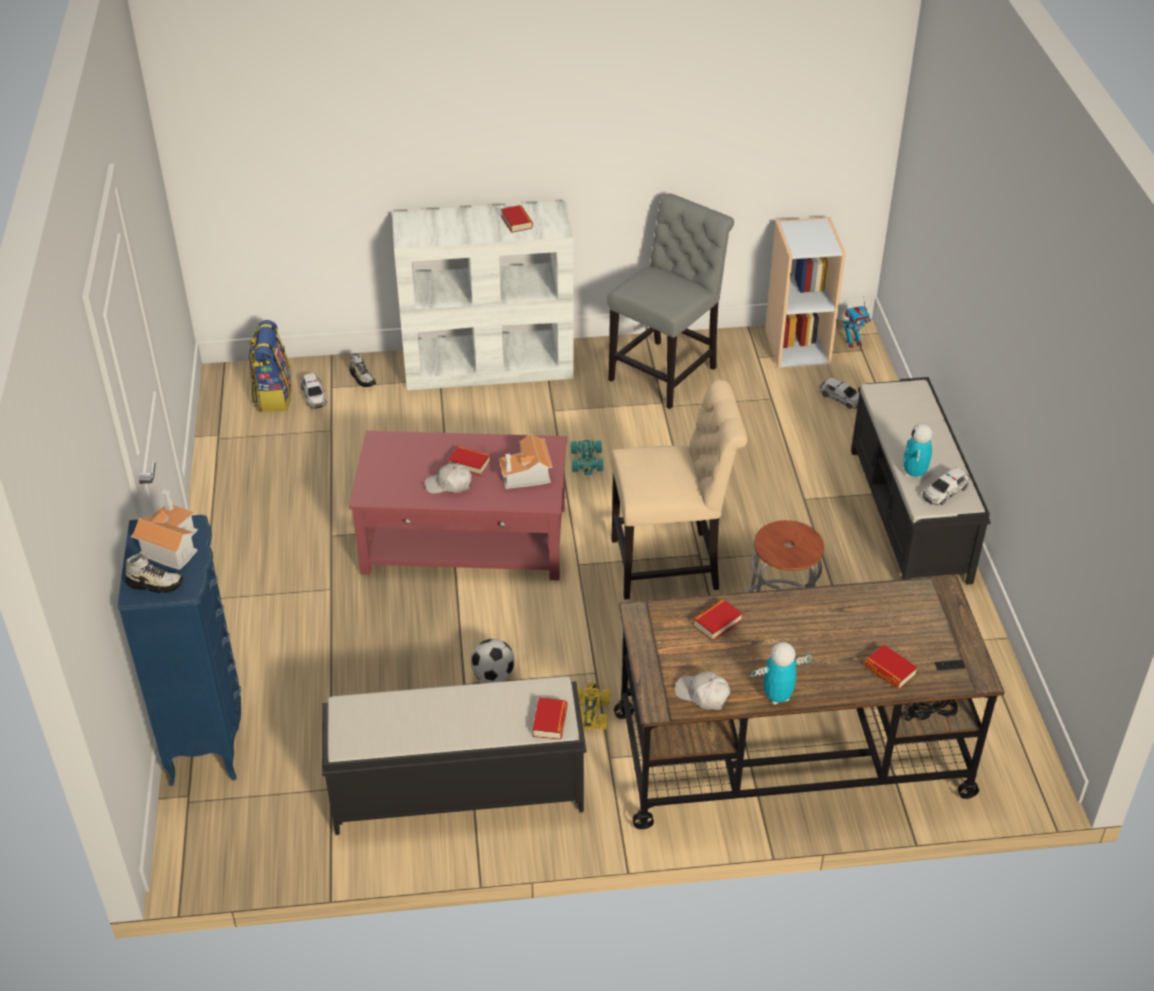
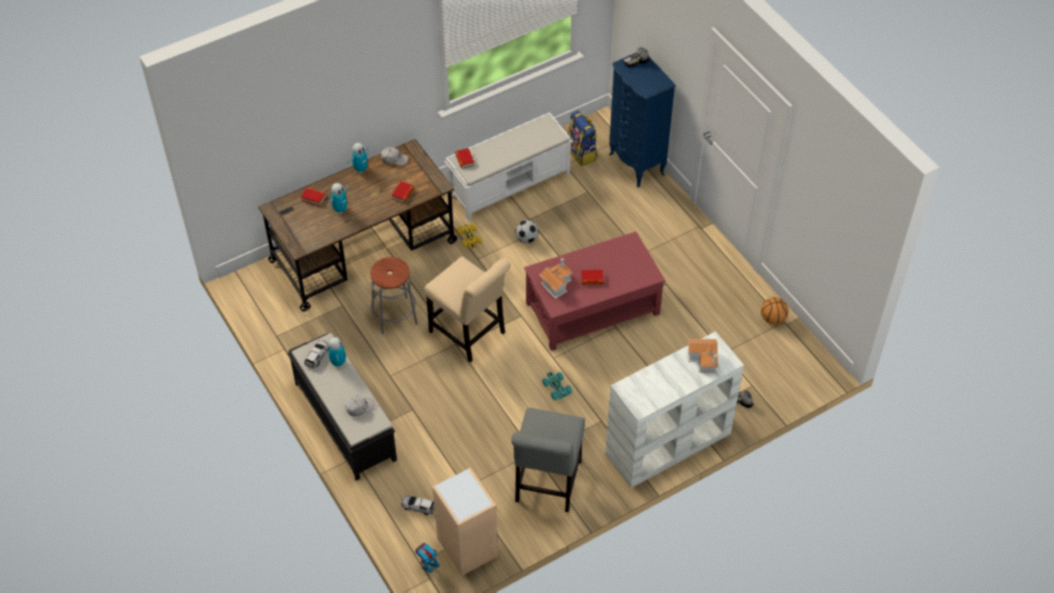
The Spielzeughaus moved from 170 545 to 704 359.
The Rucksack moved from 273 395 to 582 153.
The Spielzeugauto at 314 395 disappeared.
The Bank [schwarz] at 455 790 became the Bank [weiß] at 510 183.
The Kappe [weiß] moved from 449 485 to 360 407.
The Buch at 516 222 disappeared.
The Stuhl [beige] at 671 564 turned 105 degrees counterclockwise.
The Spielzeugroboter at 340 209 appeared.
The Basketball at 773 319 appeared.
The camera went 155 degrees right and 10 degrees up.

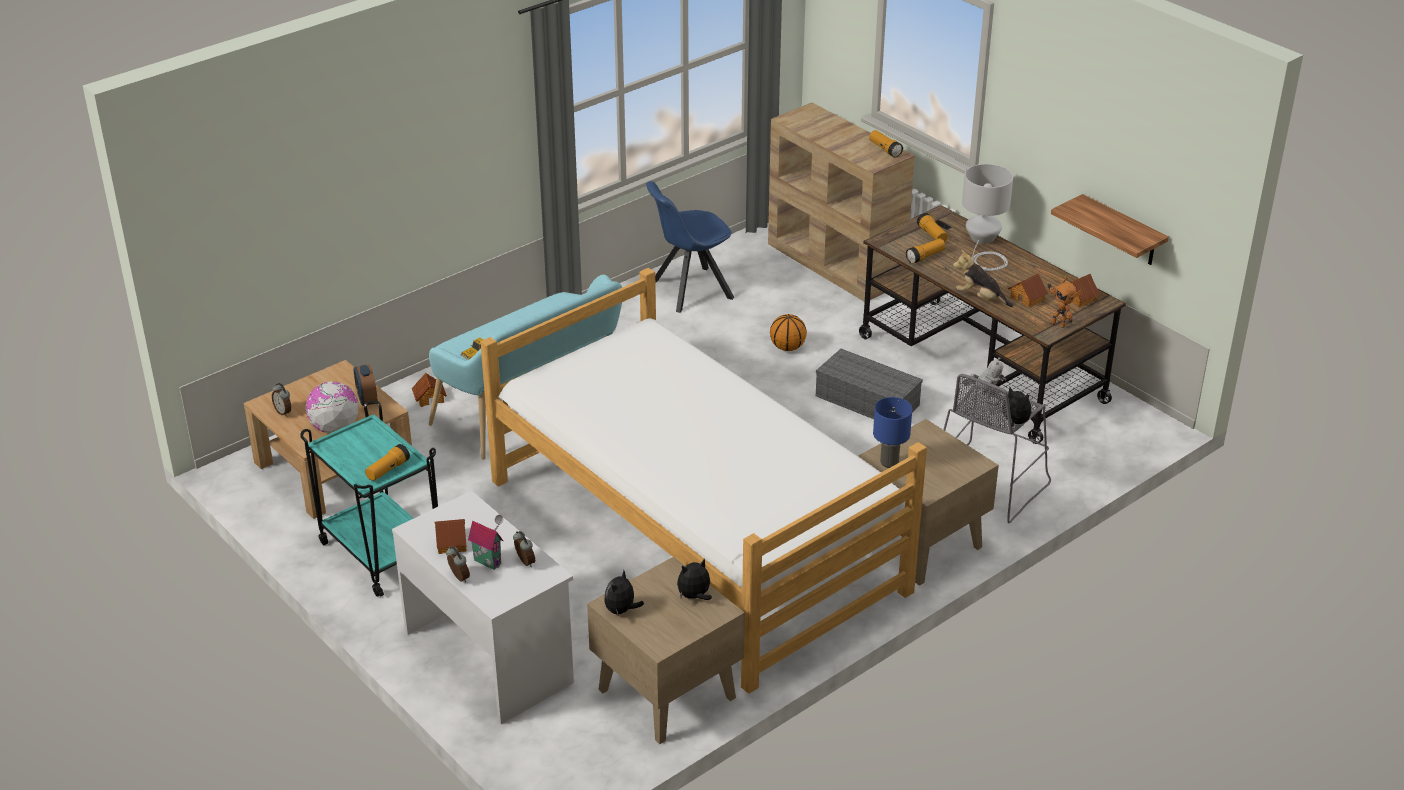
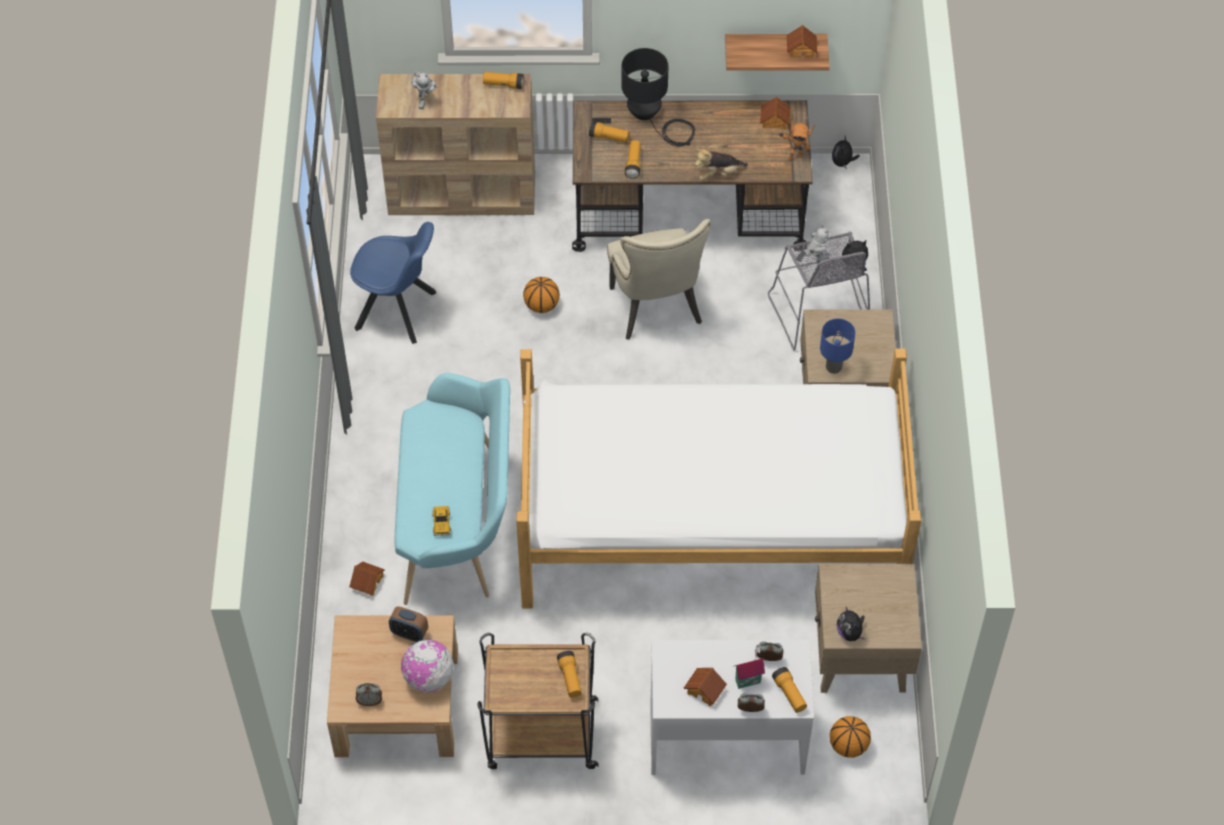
The Rollwagen [türkis] at 381 551 became the Rollwagen [braun] at 540 734.
The Stuhl [blau] at 690 290 turned 90 degrees counterclockwise.
The Plüschtier moved from 694 596 to 842 163.
The Aufbewahrungsbox [grau] at 865 400 was replaced by the Stuhl [beige] at 655 308.
The Tischlampe [weiß] at 984 247 became the Tischlampe [schwarz] at 657 120.
The Spielzeughaus moved from 1027 298 to 801 49.
The Spielzeugroboter at 425 99 appeared.
The Taschenlampe at 789 694 appeared.
The Basketball at 848 746 appeared.
The camera went 50 degrees left and 20 degrees up.

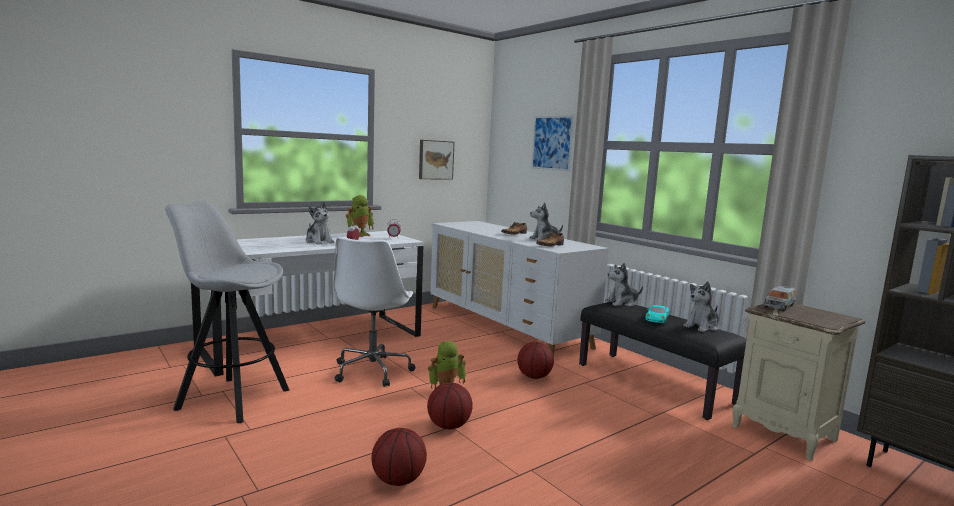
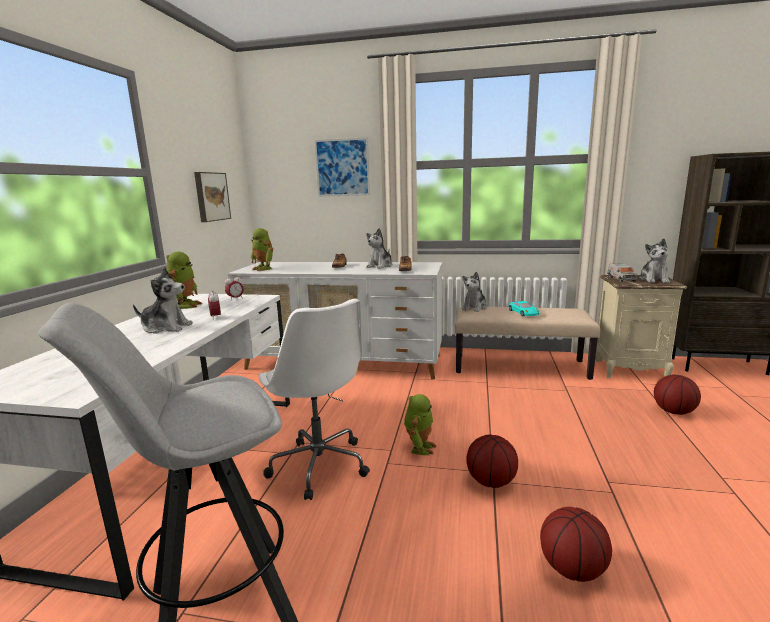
The Basketball moved from 534 377 to 673 411.
The Bank [schwarz] at 654 383 became the Bank [beige] at 520 366.
The Plüschtier moved from 702 327 to 653 280.
The Spielzeugroboter at 264 268 appeared.
The camera went 40 degrees left and 5 degrees up.

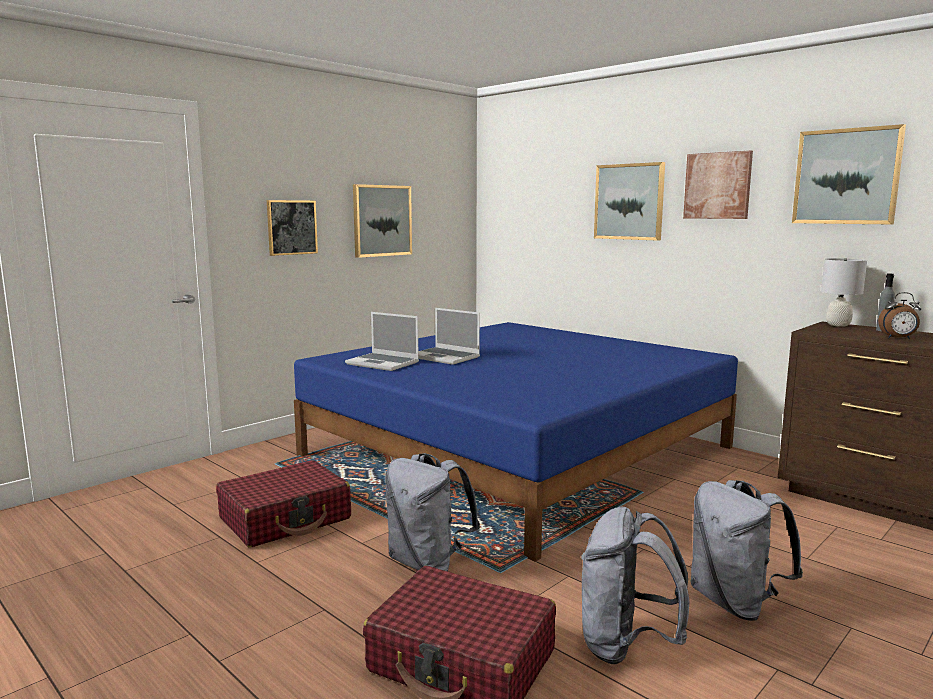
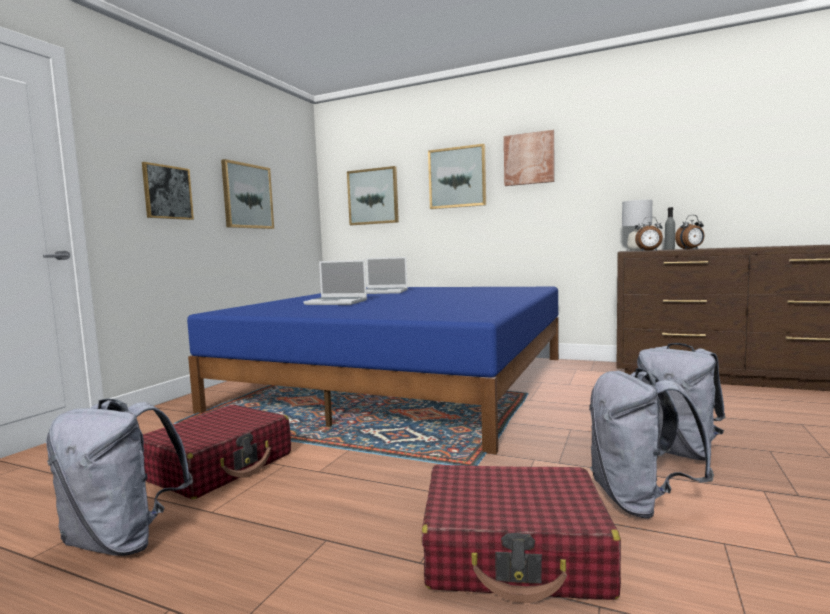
The Laptop moved from 383 363 to 384 292.
The Rucksack [grau] moved from 428 563 to 124 540.
The Bild moved from 846 176 to 373 196.
The Wecker at 649 250 appeared.
The camera went 20 degrees left and 5 degrees down.

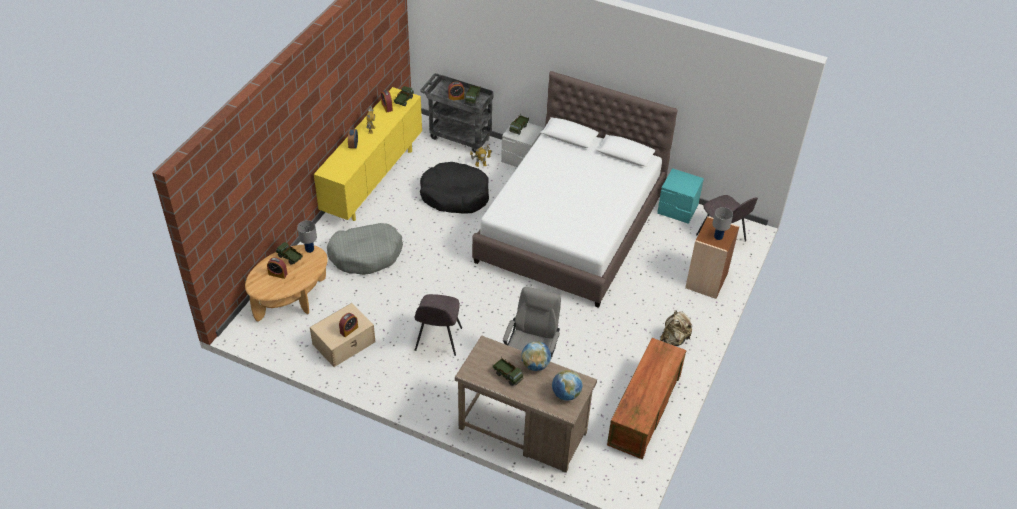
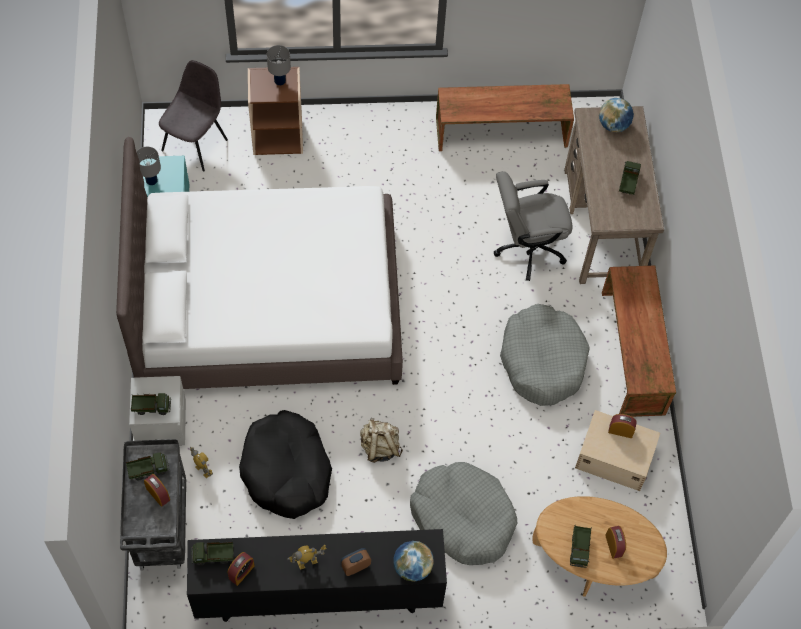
The Tischlampe [grau] moved from 309 249 to 151 181.
The Schrank [gelb] at 372 180 became the Schrank [schwarz] at 318 596.
The Stuhl [grau] at 438 340 was replaced by the Hundebett [grau] at 542 360.
The Globus moved from 535 365 to 412 567.
The Rucksack [beige] moved from 674 339 to 380 447.
The Bank [braun] at 634 353 appeared.
The camera went 120 degrees left and 15 degrees up.

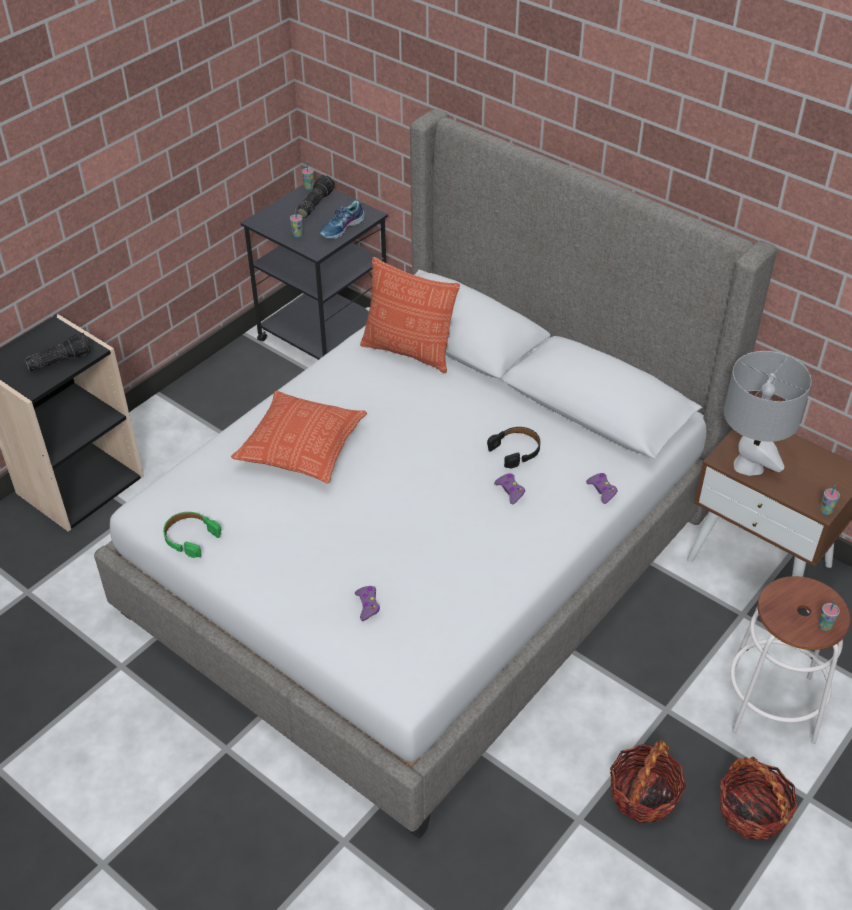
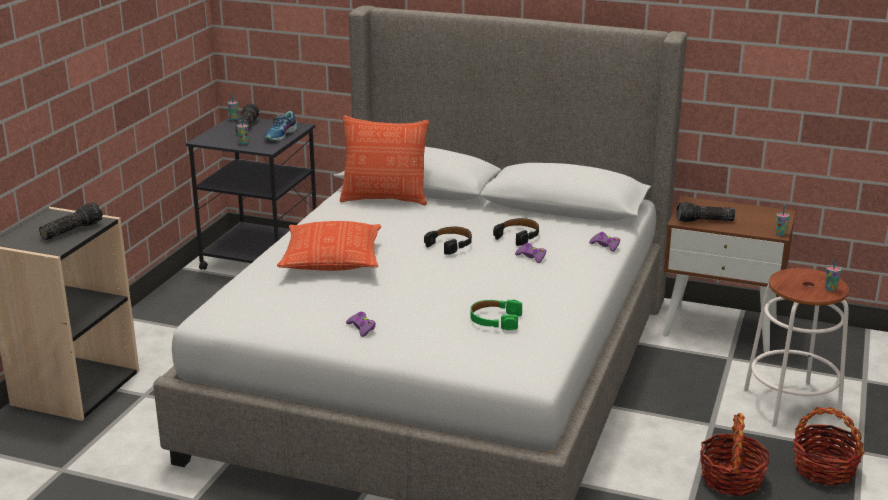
The Kopfhörer [grün] moved from 190 537 to 495 320.
The Gamepad [lila] moved from 367 605 to 361 328.
The Tischlampe [grau] at 748 466 was replaced by the Taschenlampe at 704 221.
The Kopfhörer [schwarz] at 450 245 appeared.
The camera went 20 degrees left and 20 degrees down.

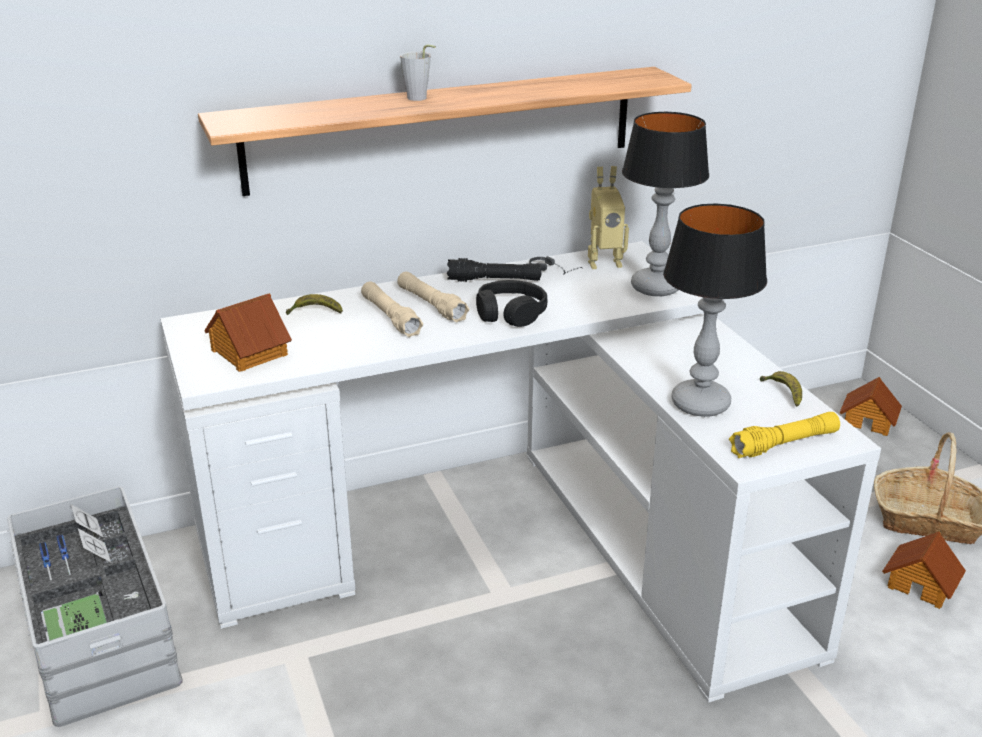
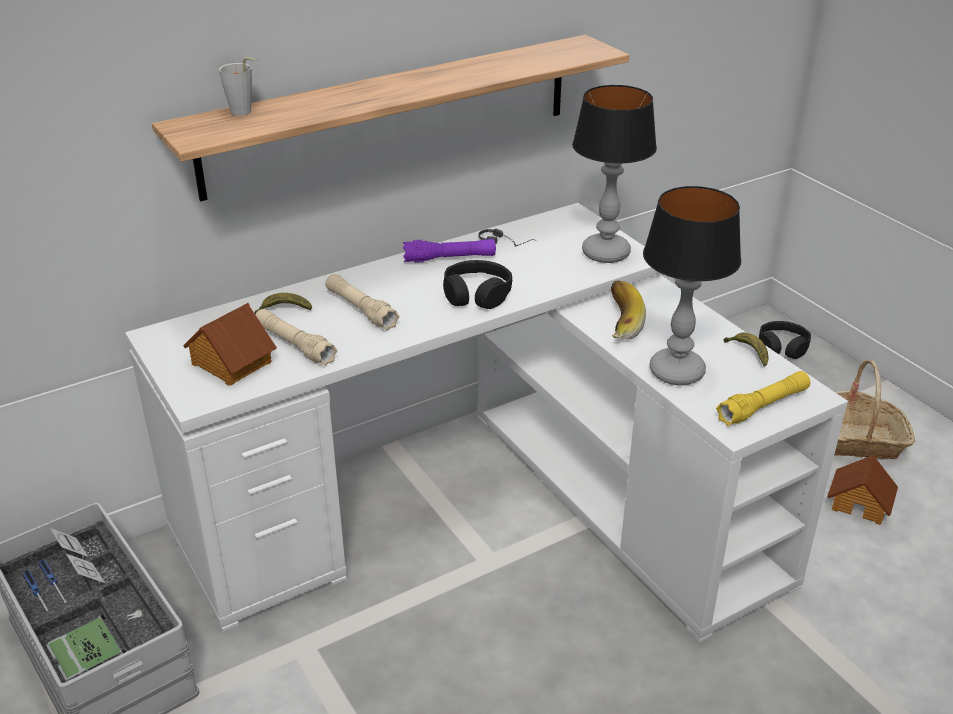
The Taschenlampe [beige] moved from 431 305 to 294 345.
The Tasse [grau] moved from 419 99 to 244 113.
The Taschenlampe [schwarz] at 494 280 became the Taschenlampe [lila] at 449 258.
The Spielzeugroboter at 603 262 disappeared.
The Spielzeughaus at 869 421 was replaced by the Kopfhörer [schwarz] at 782 346.
The Banane at 617 322 appeared.
The camera went 10 degrees left and 5 degrees up.

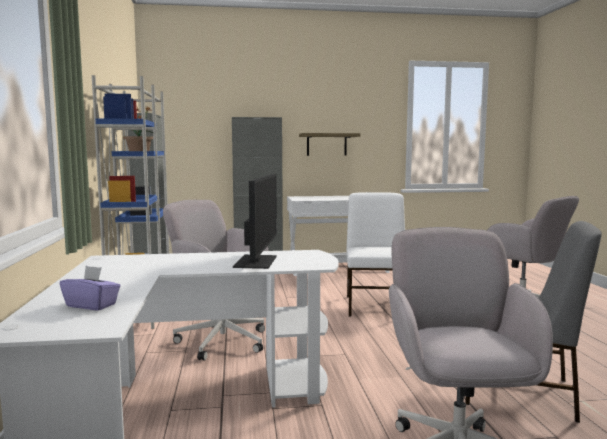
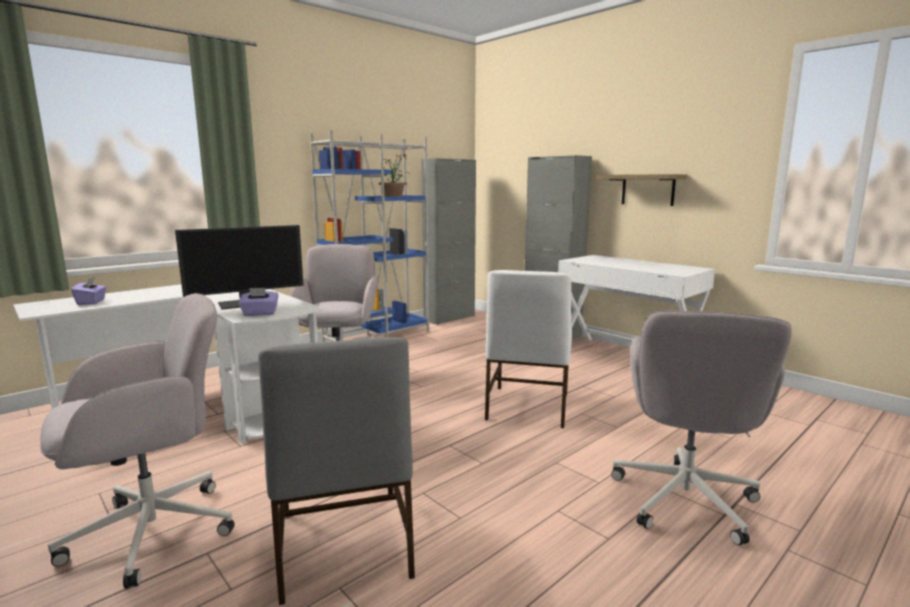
The Stuhl [weiß] at 376 306 turned 135 degrees clockwise.
The Taschentuchbox [lila] at 260 313 appeared.
The camera went 55 degrees right and 5 degrees up.

